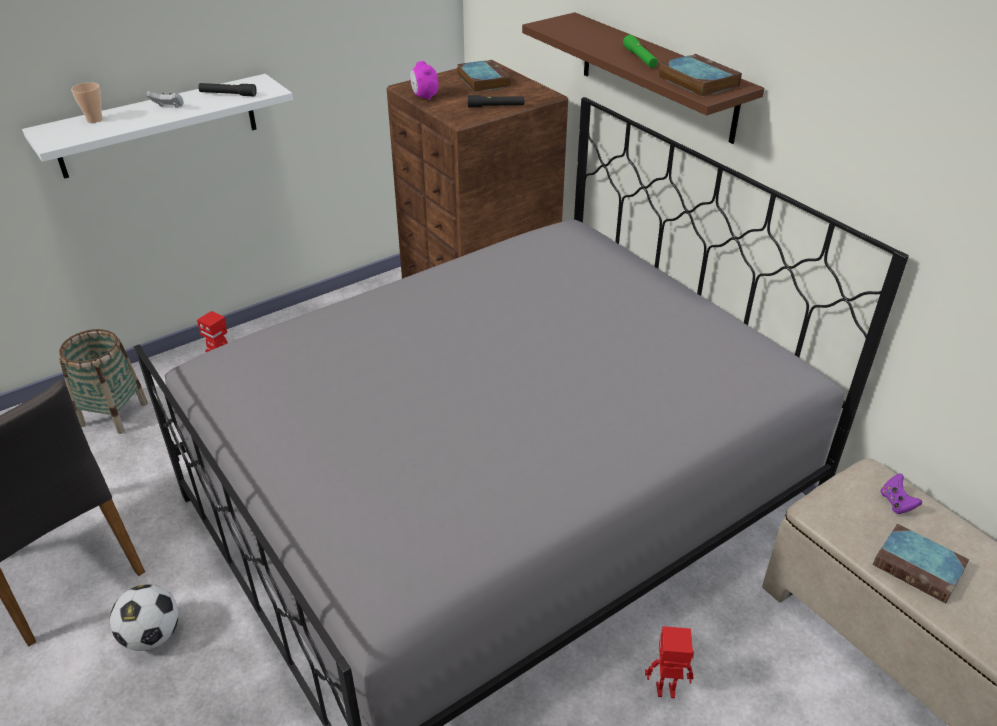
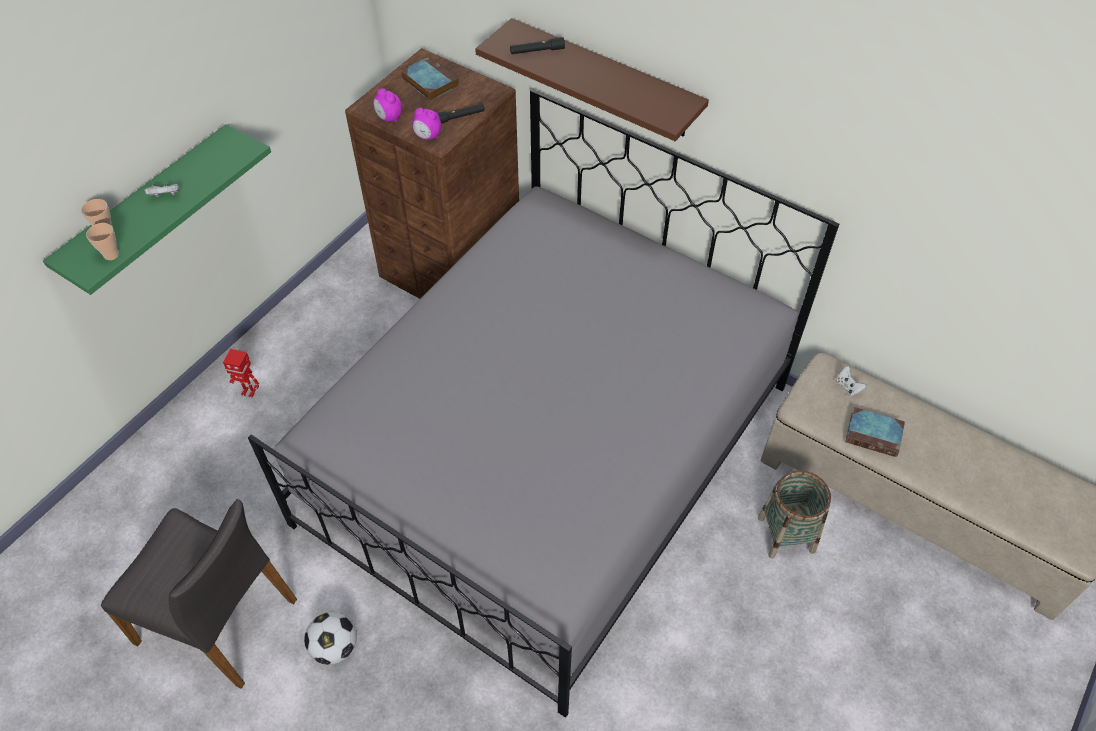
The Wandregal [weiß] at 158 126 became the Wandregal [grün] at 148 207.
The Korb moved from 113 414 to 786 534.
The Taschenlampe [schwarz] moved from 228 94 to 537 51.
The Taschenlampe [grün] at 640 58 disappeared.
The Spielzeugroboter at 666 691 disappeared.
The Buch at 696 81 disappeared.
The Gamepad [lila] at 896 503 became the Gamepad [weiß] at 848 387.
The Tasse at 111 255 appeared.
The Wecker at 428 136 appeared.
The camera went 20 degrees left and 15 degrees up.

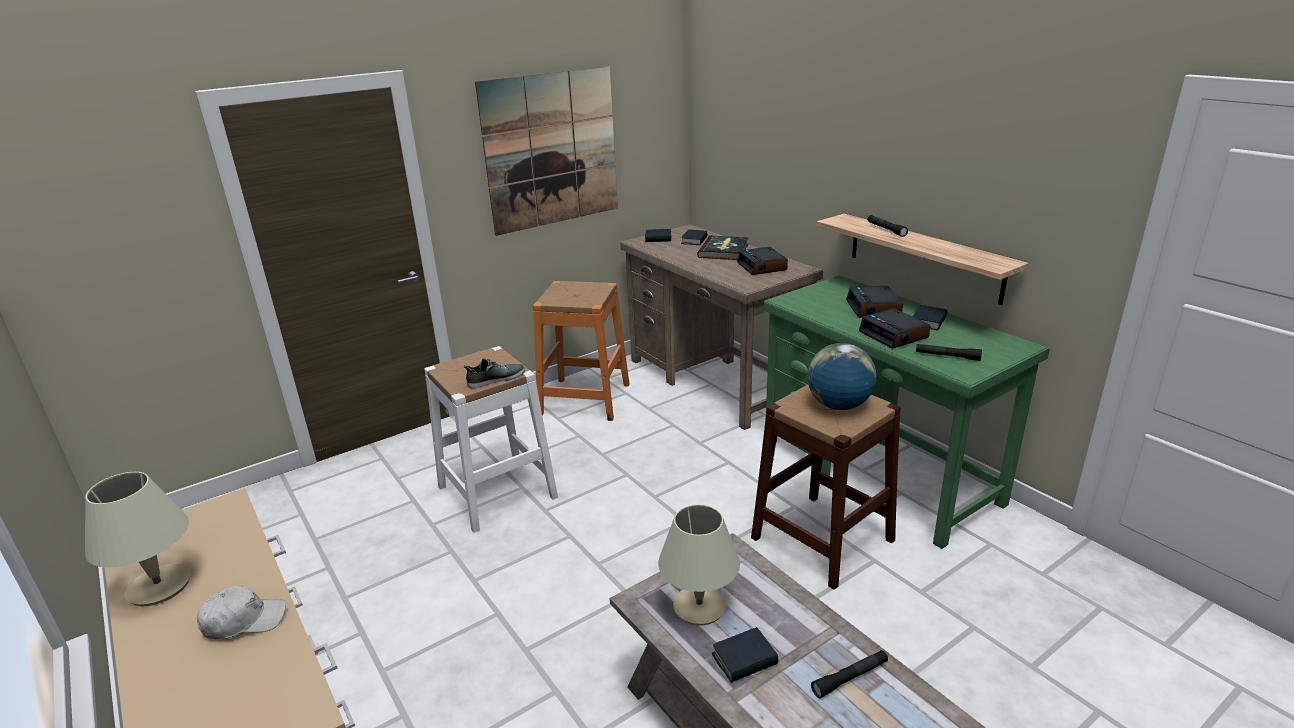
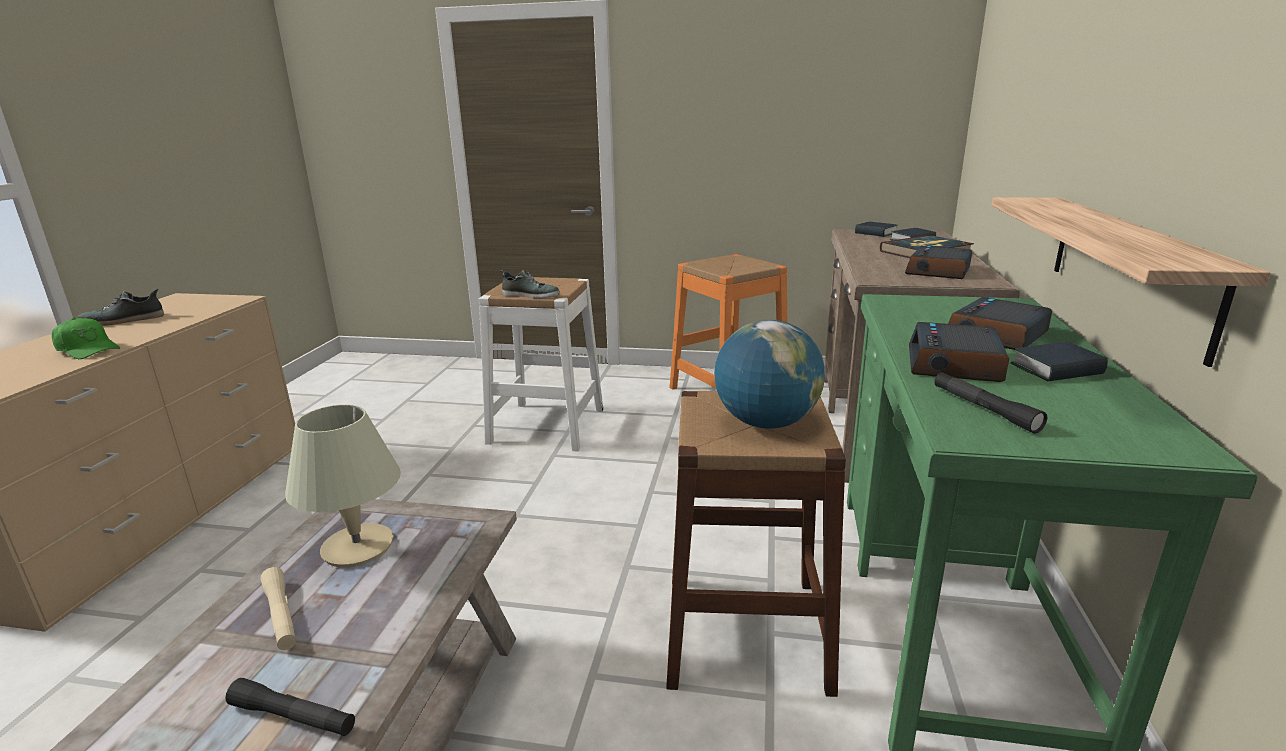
The Tischlampe [beige] at 160 586 was replaced by the Schuh at 123 320.
The Kappe [weiß] at 244 621 became the Kappe [grün] at 88 350.
The Bild at 551 150 disappeared.
The Buch at 744 660 was replaced by the Taschenlampe [beige] at 281 615.
The Taschenlampe [schwarz] at 886 229 disappeared.
The camera went 45 degrees right and 5 degrees down.

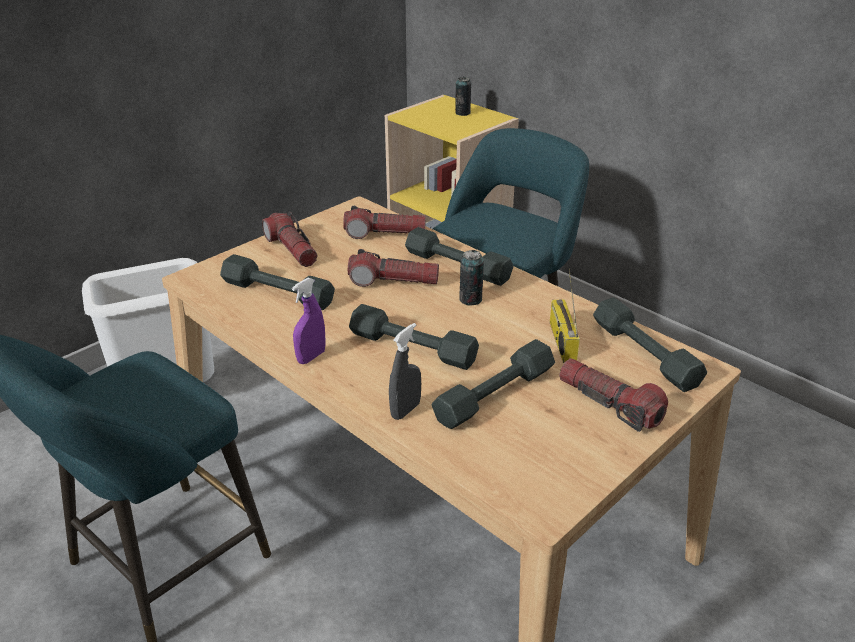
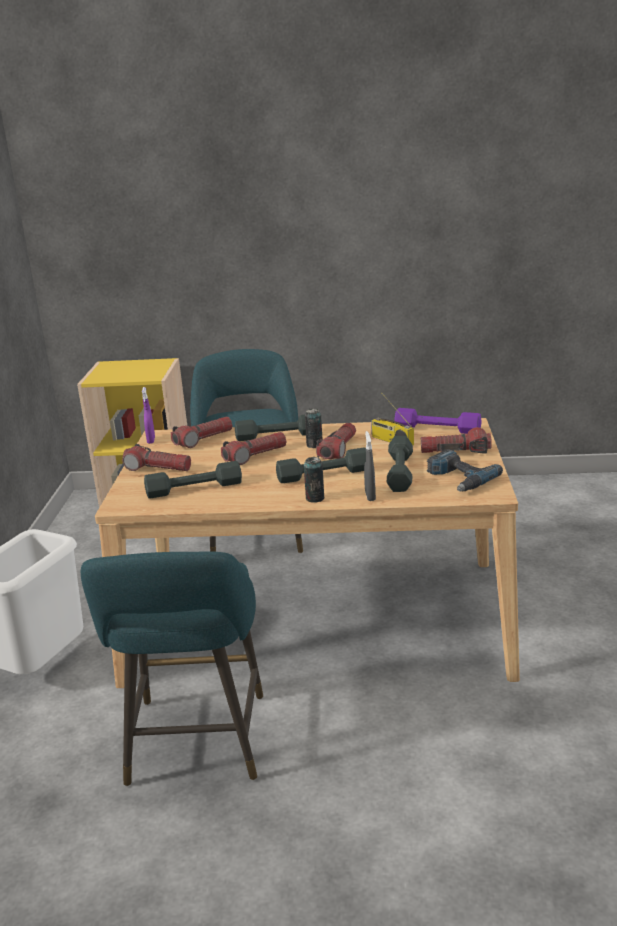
The Sprühflasche [lila] moved from 311 357 to 151 440.
The Dose moved from 462 113 to 315 498.
The Hantel [grau] at 644 354 became the Hantel [lila] at 437 429.
The Taschenlampe at 338 449 appeared.
The Bohrmaschine at 458 479 appeared.
The camera went 40 degrees left and 10 degrees down.

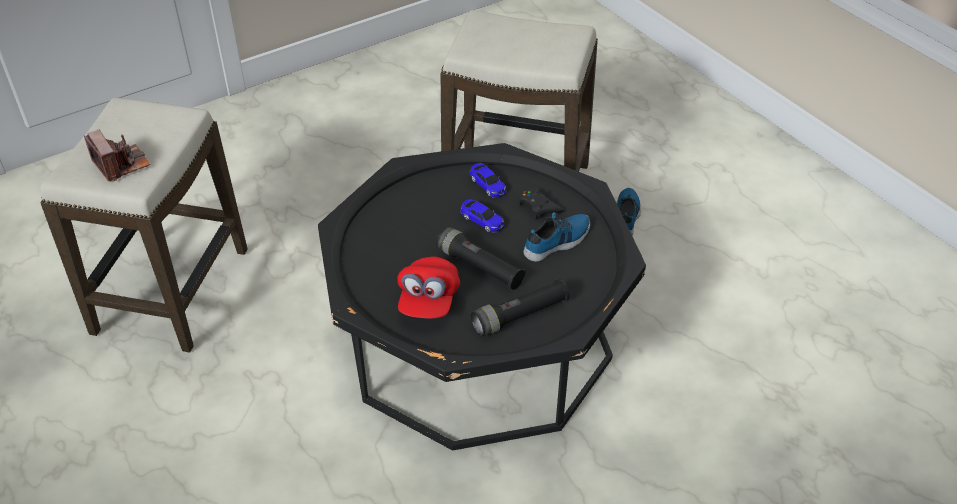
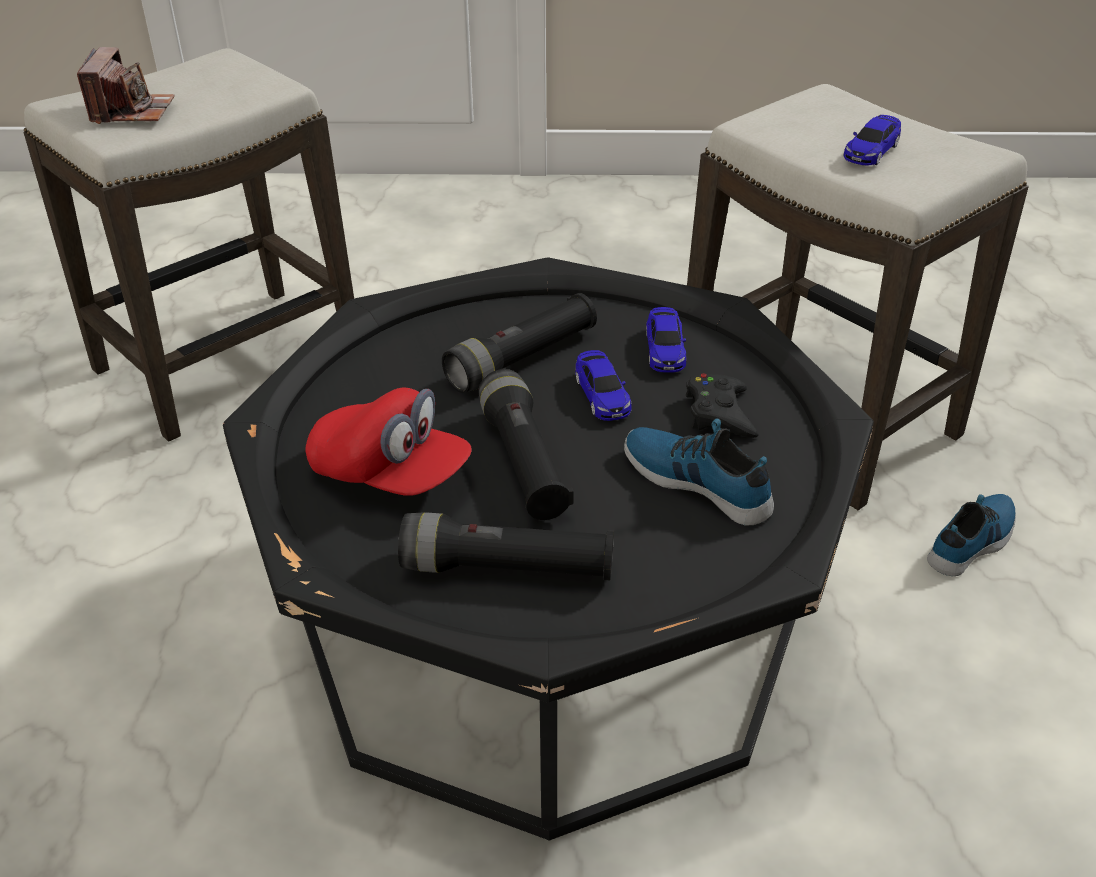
The Kappe [rot] at 428 300 turned 105 degrees counterclockwise.
The Schuh at 558 242 turned 135 degrees counterclockwise.
The Taschenlampe [schwarz] at 522 359 appeared.
The Spielzeugauto at 871 151 appeared.
The camera went 35 degrees right and 5 degrees down.

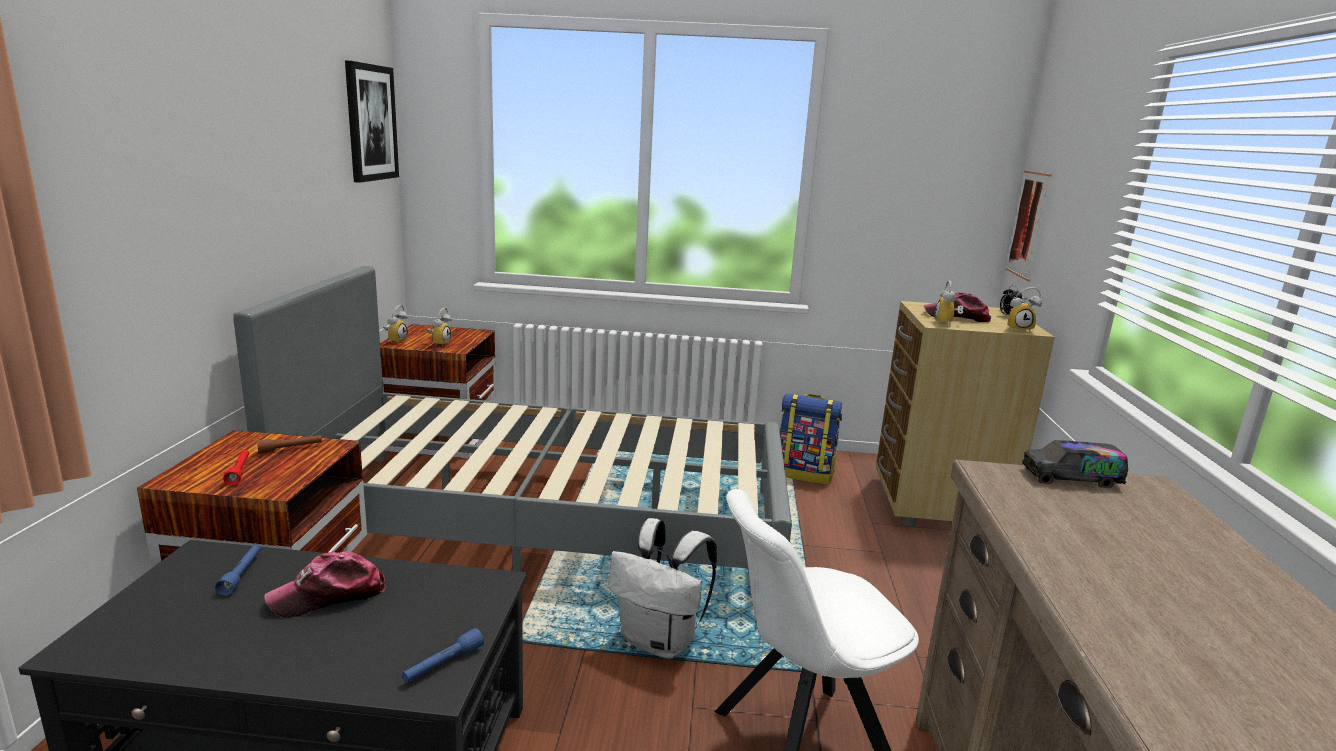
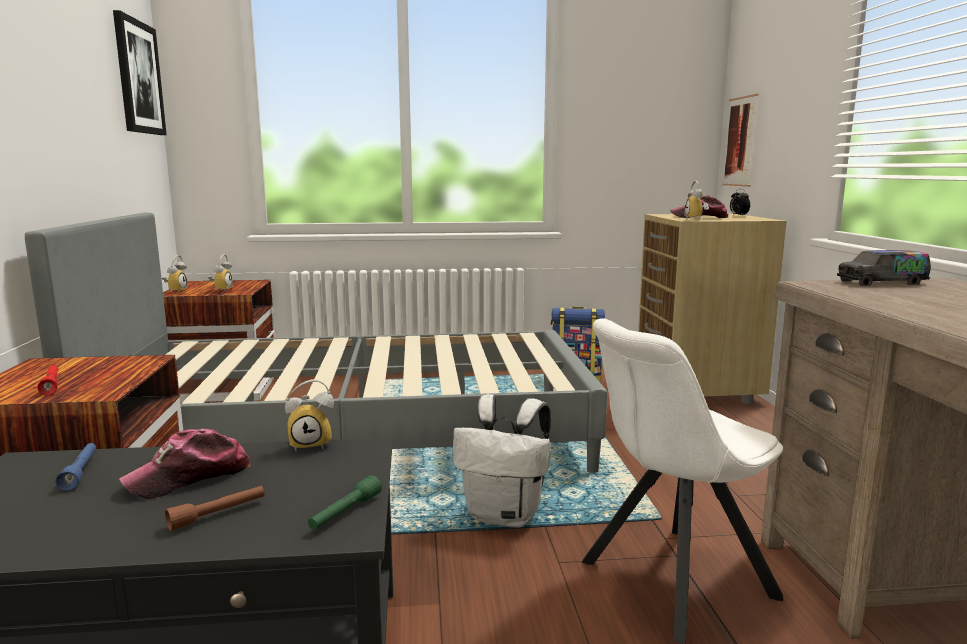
The Taschenlampe [braun] moved from 290 449 to 218 515.
The Taschenlampe [blau] at 443 664 became the Taschenlampe [grün] at 345 513.
The Wecker moved from 1018 329 to 312 444.
The camera went 10 degrees left and 5 degrees down.

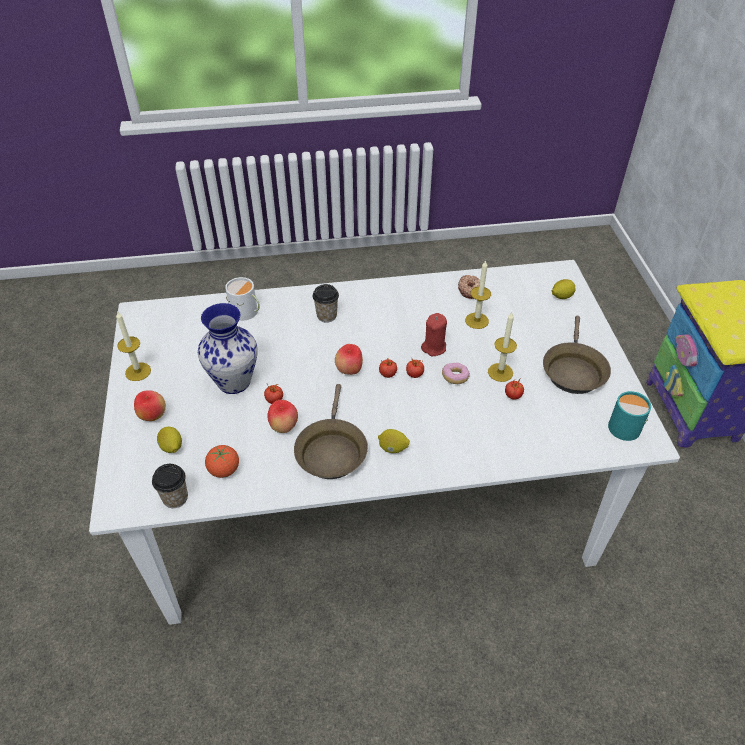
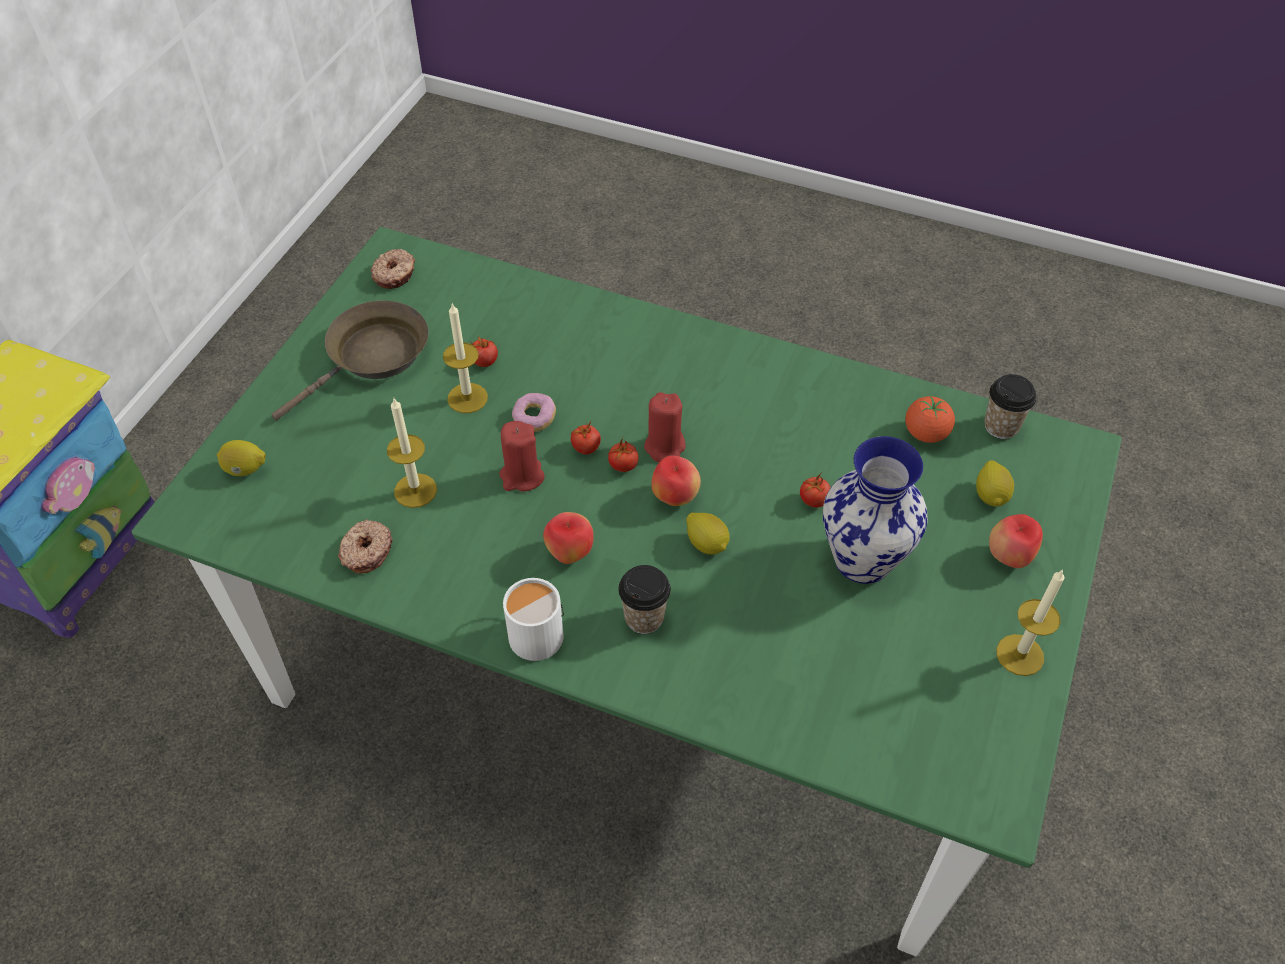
The Esstisch [weiß] at 371 500 became the Esstisch [grün] at 643 669.
The Henkelbecher [weiß] moved from 246 312 to 533 631.
The Apfel moved from 284 427 to 570 553.
The Pfanne [braun] at 331 450 disappeared.
The Zitrone moved from 393 448 to 707 543.
The Henkelbecher [türkis] at 625 425 was replaced by the Donut at 395 275.
The Kerze [rot] at 665 447 appeared.
The camera went 150 degrees left and 5 degrees up.

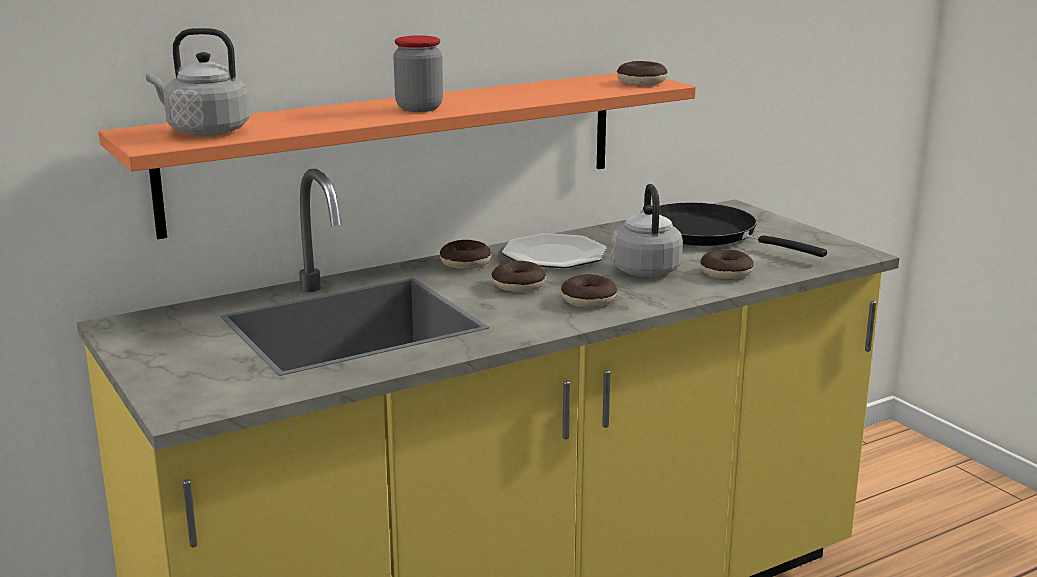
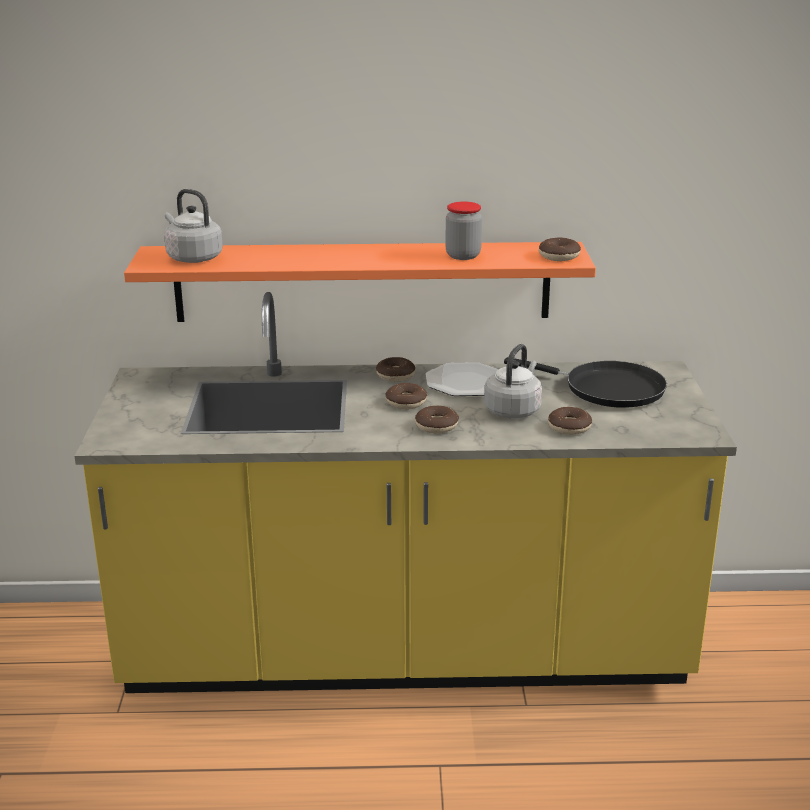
The Vorratsglas moved from 419 108 to 463 255.
The Pfanne [schwarz] at 706 234 turned 135 degrees clockwise.
The camera went 30 degrees right and 5 degrees up.

